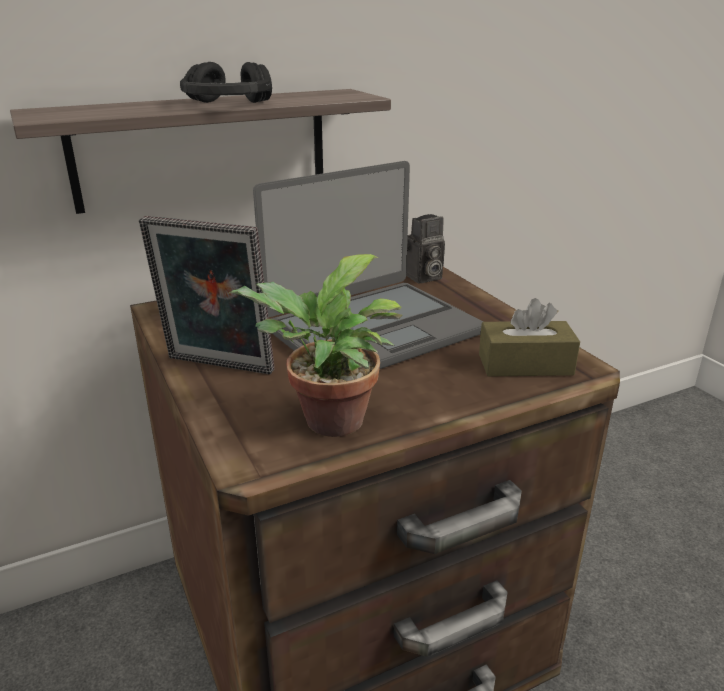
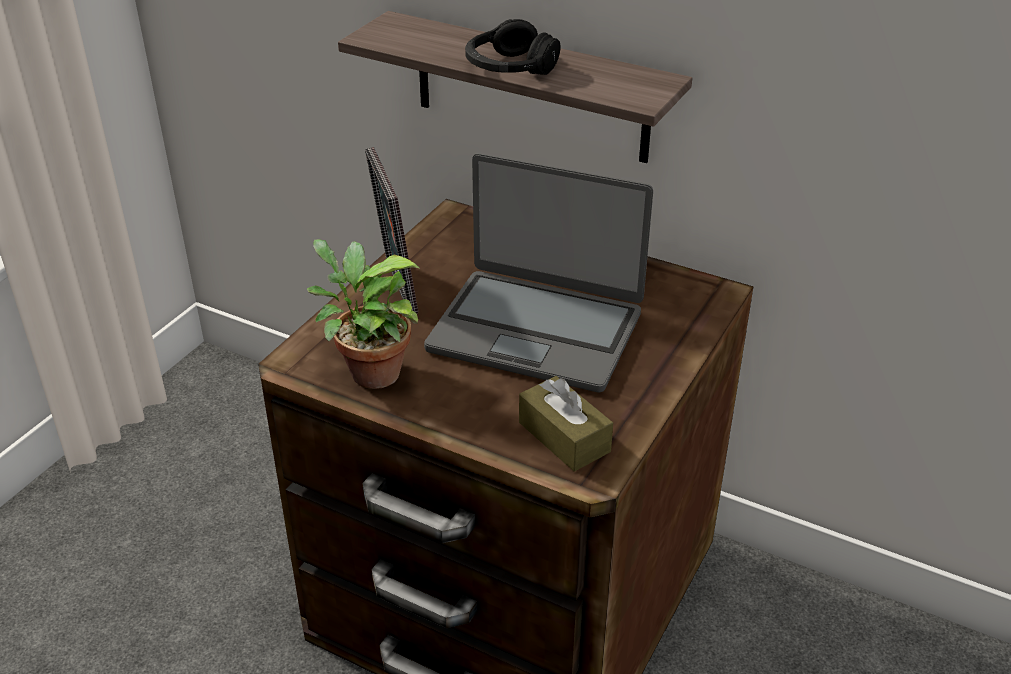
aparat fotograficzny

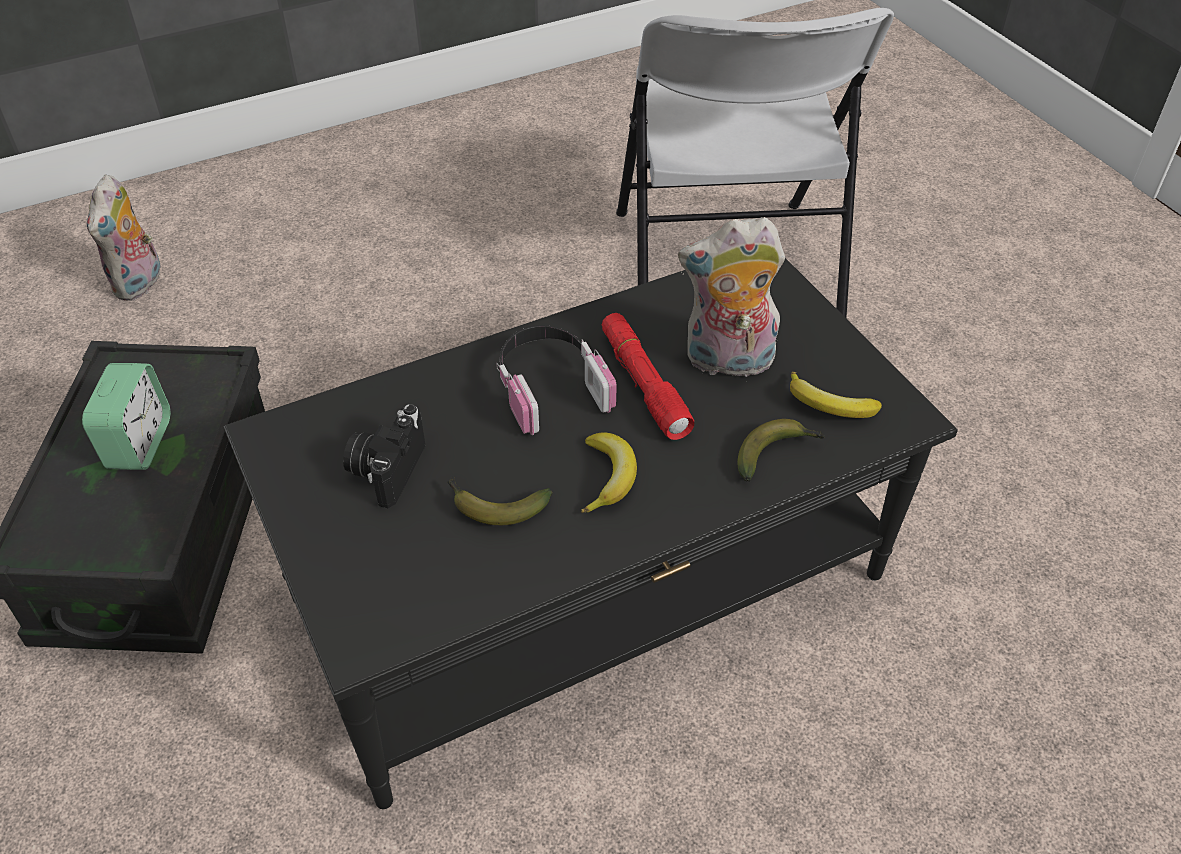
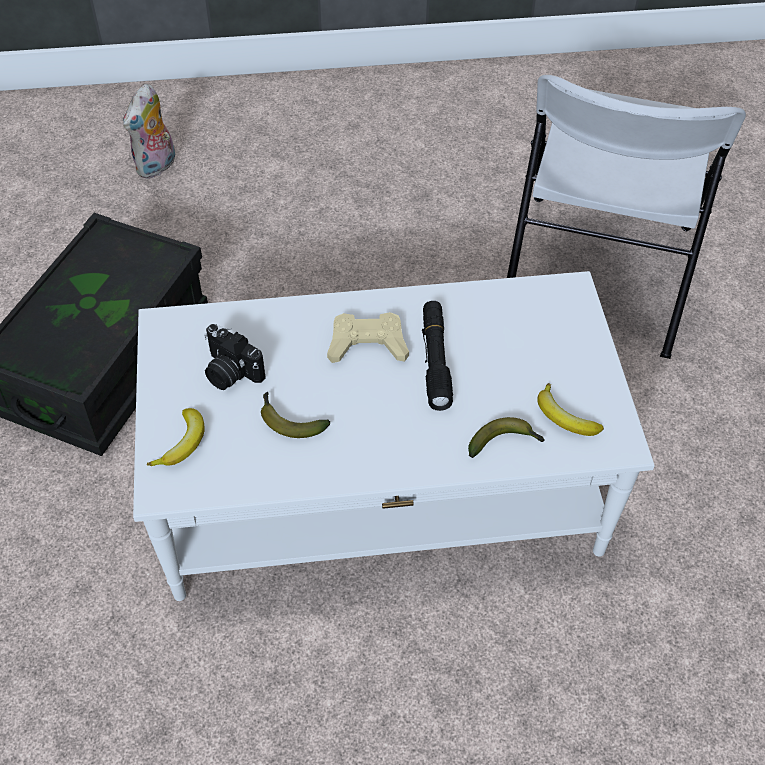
budzik
ława/biały
aparat fotograficzny
pad do gier/beżowy
banan (no. 1 from left)
latarka/czarny
pluszak (no. 2 from left in the first image)

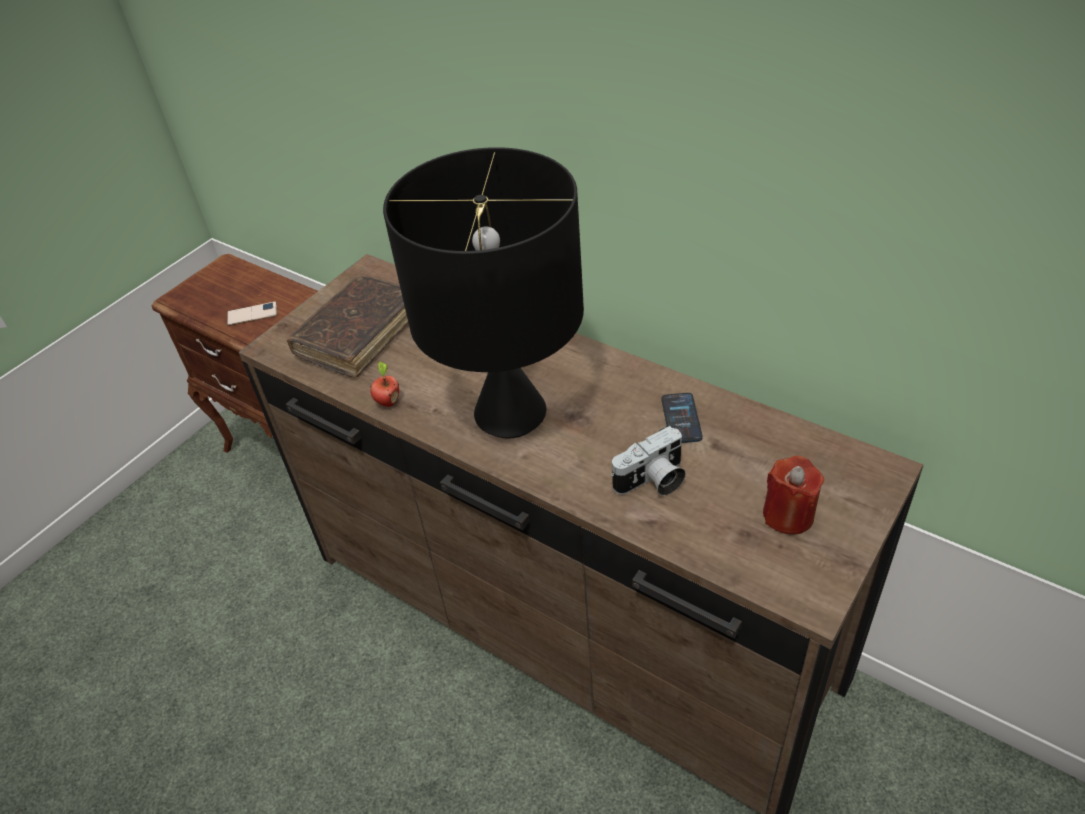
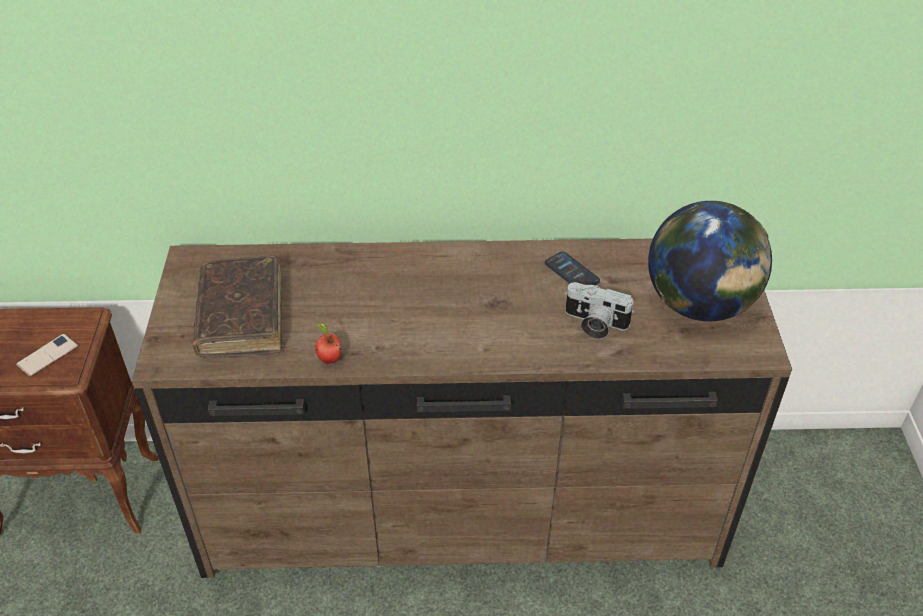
lampa stołowa/czarny
aparat fotograficzny
globus

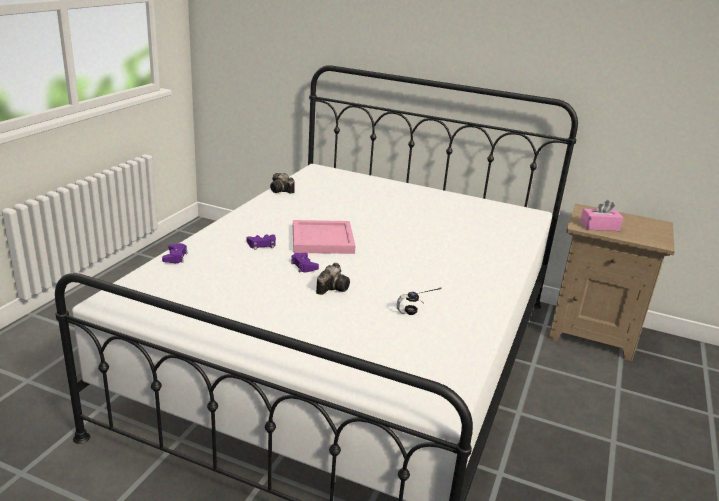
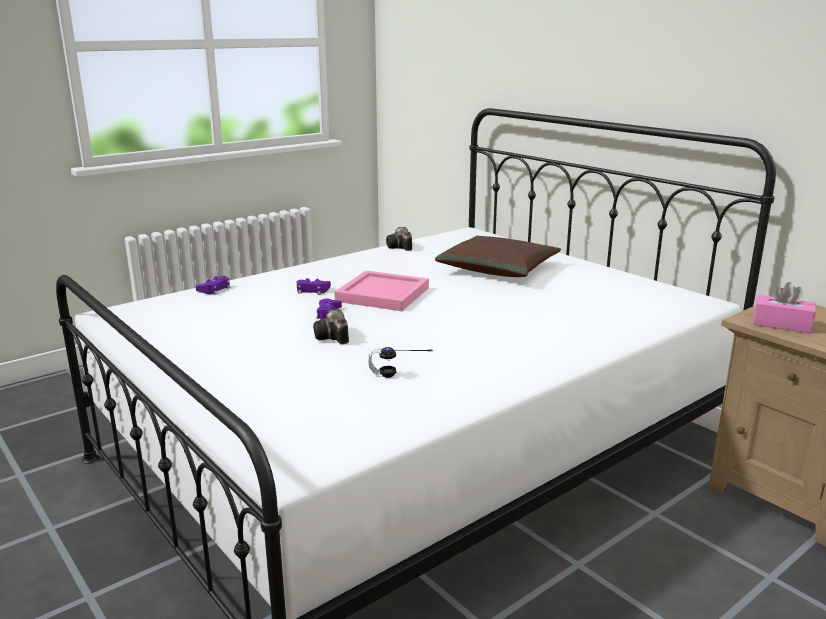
aparat fotograficzny (no. 1 from left)
poduszka/brązowy

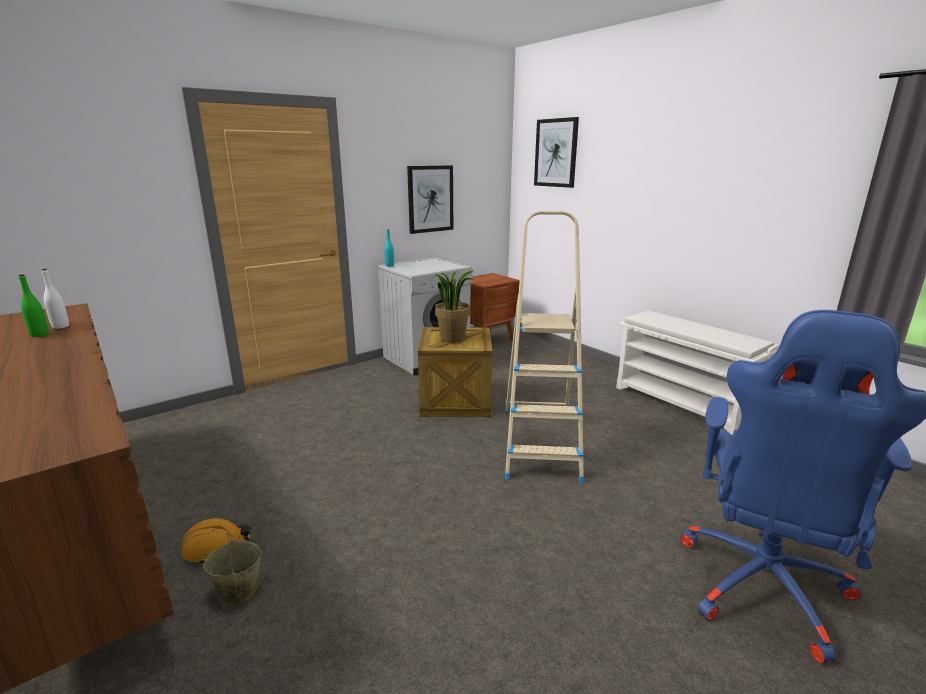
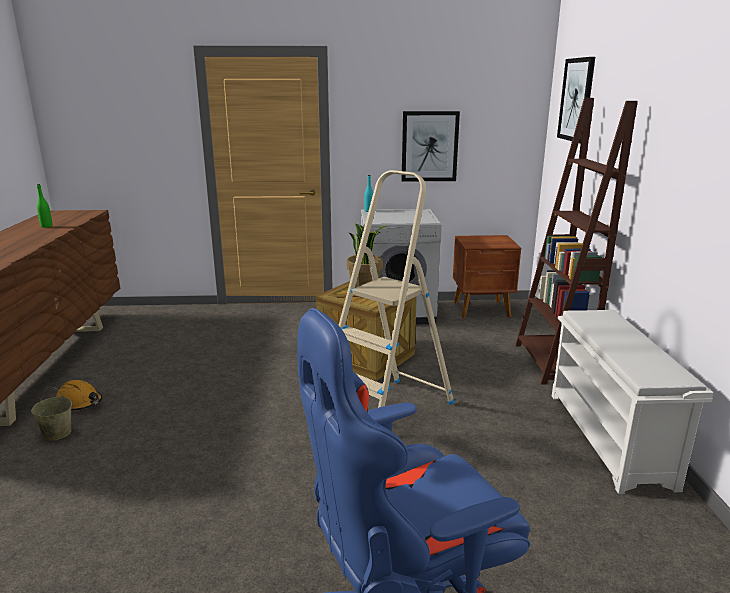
butelka/biały
regał/brązowy

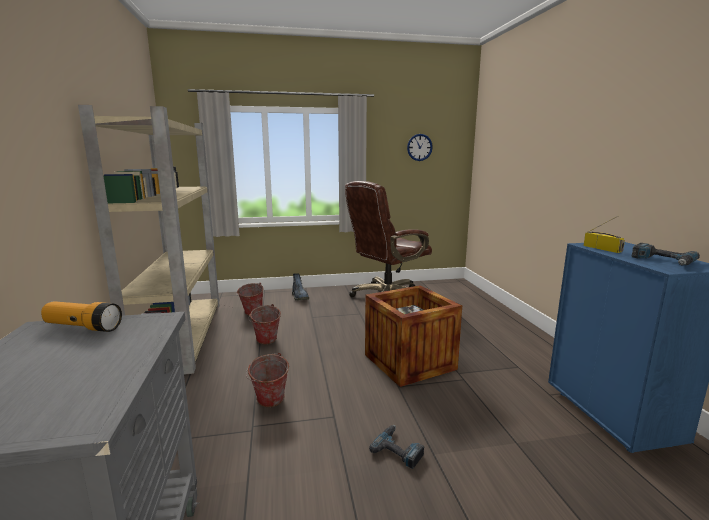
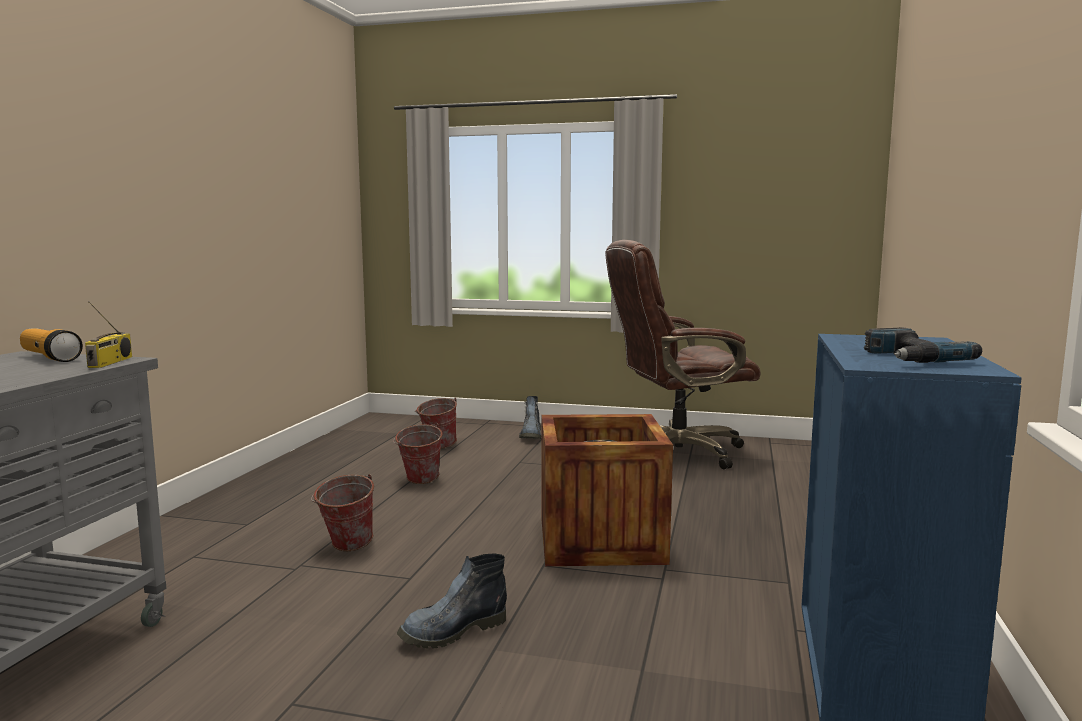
regał/beżowy
but z cholewką (no. 1 from left)
zegar ścienny
radio

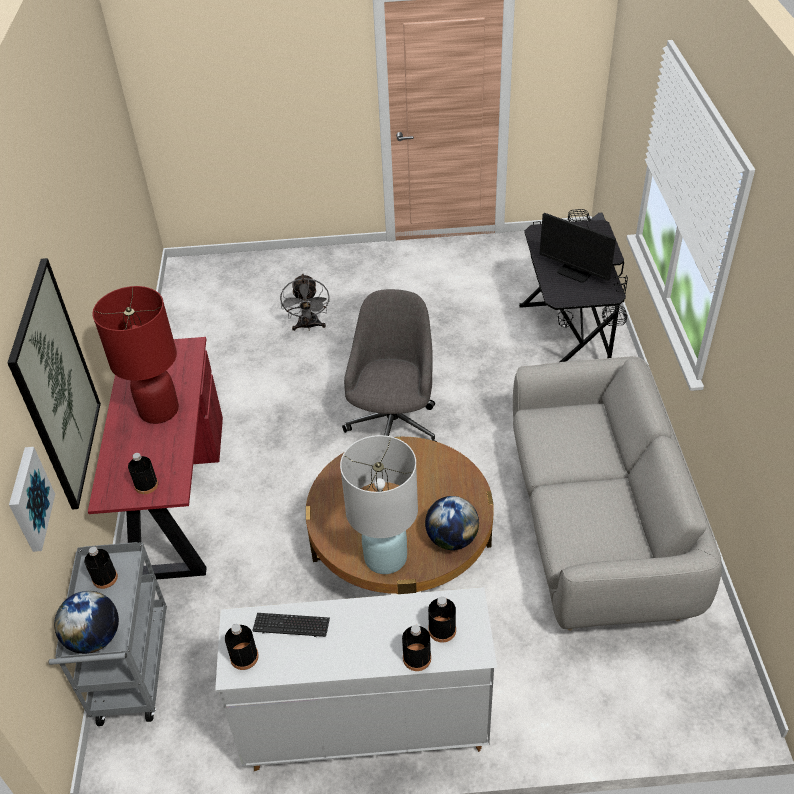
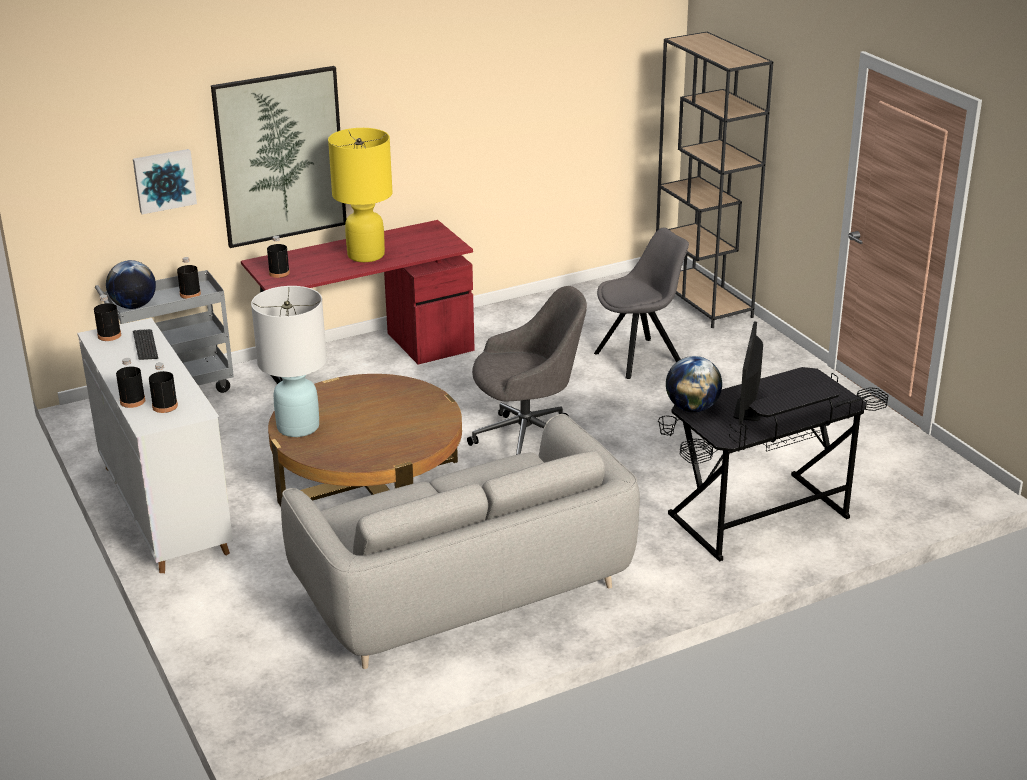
lampa stołowa/żółty
krzesło/szary
globus (no. 2 from left)
regał

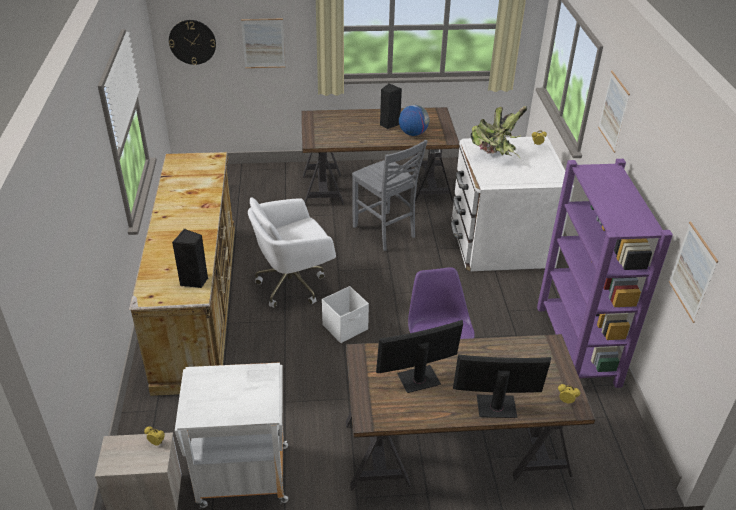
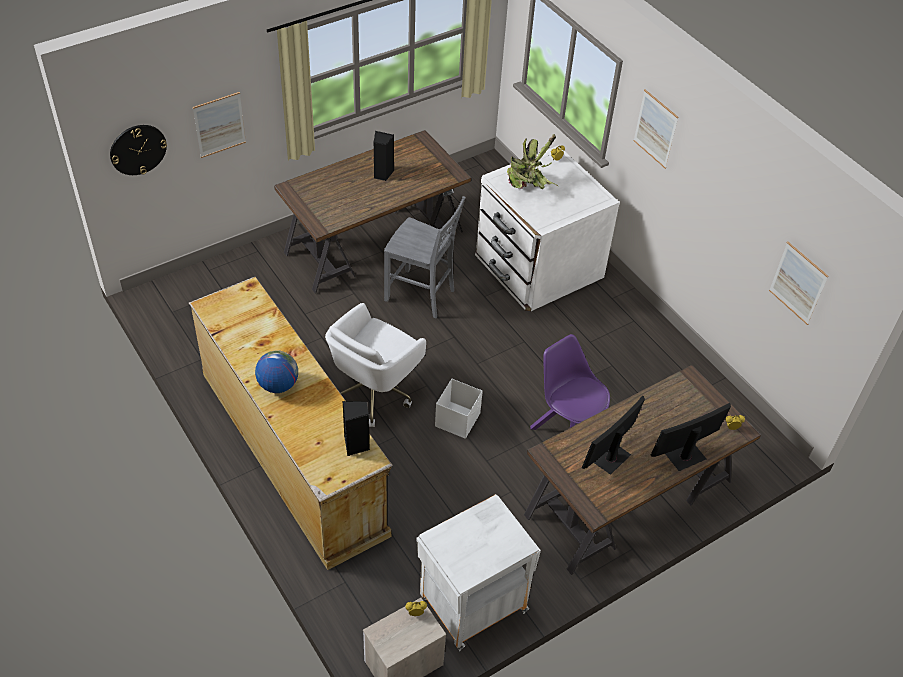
globus
regał/fioletowy

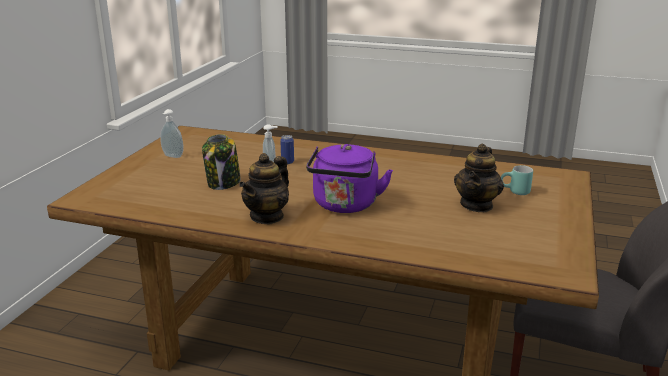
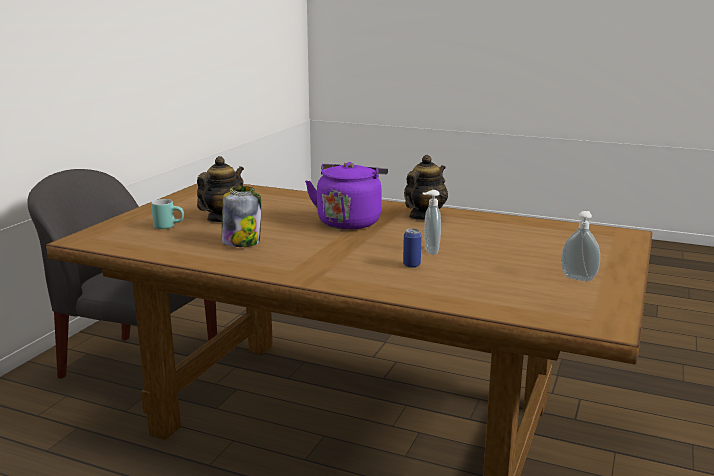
słoik

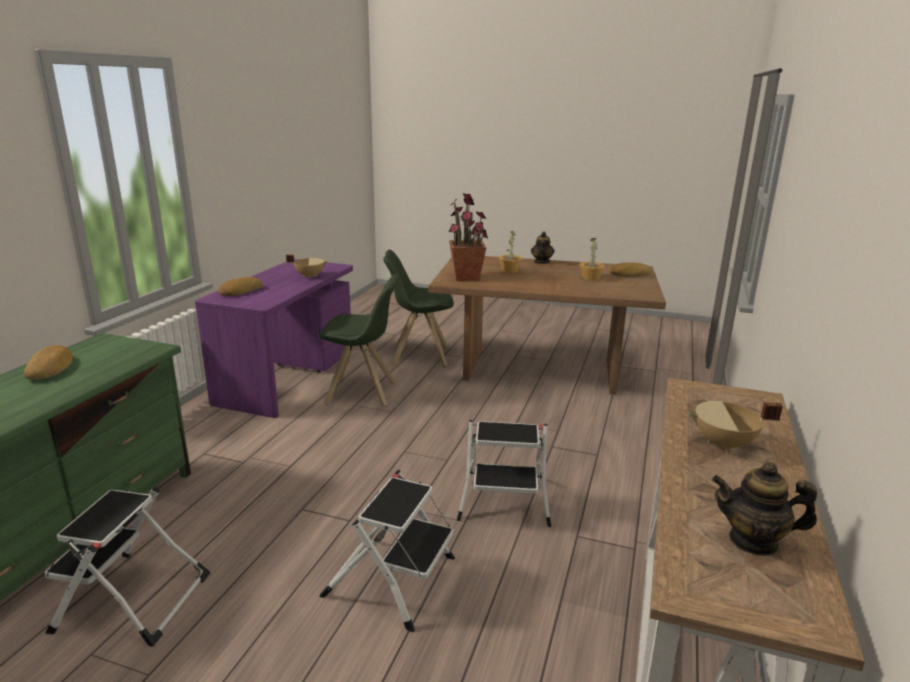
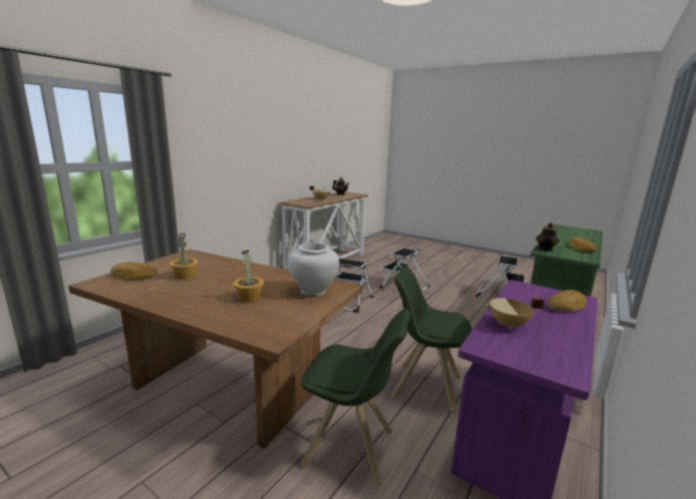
wazon/biały
imbryk (no. 2 from left)

